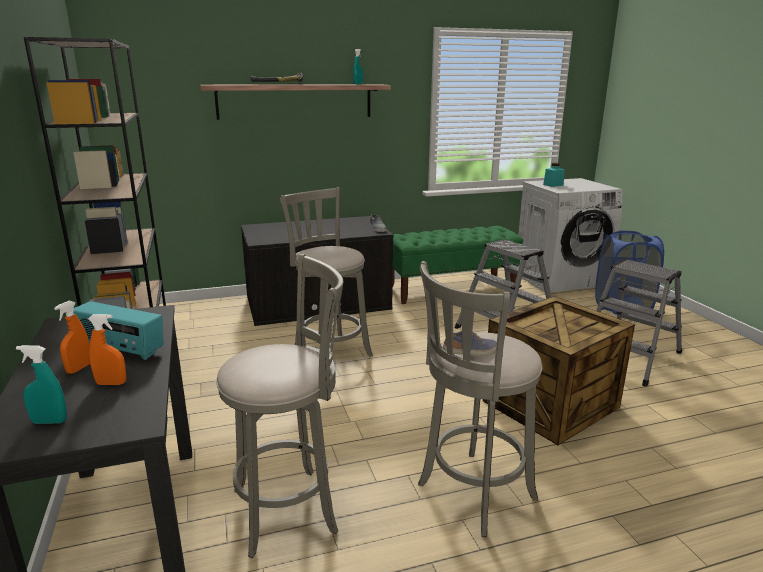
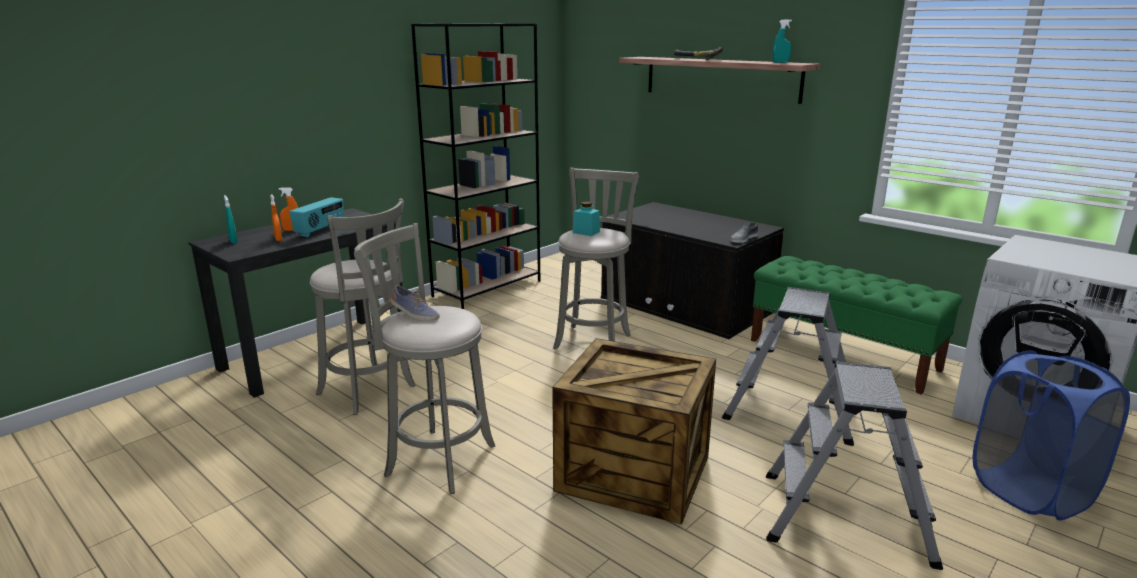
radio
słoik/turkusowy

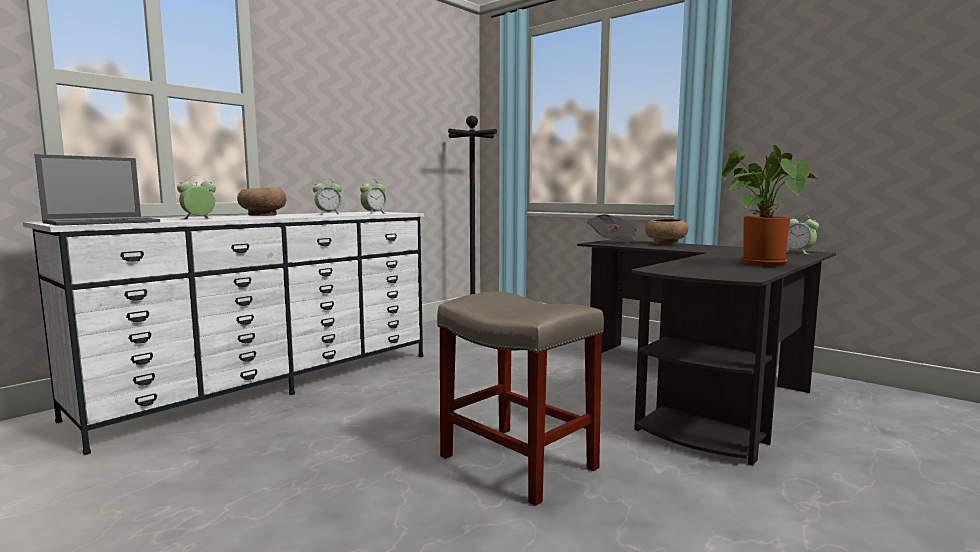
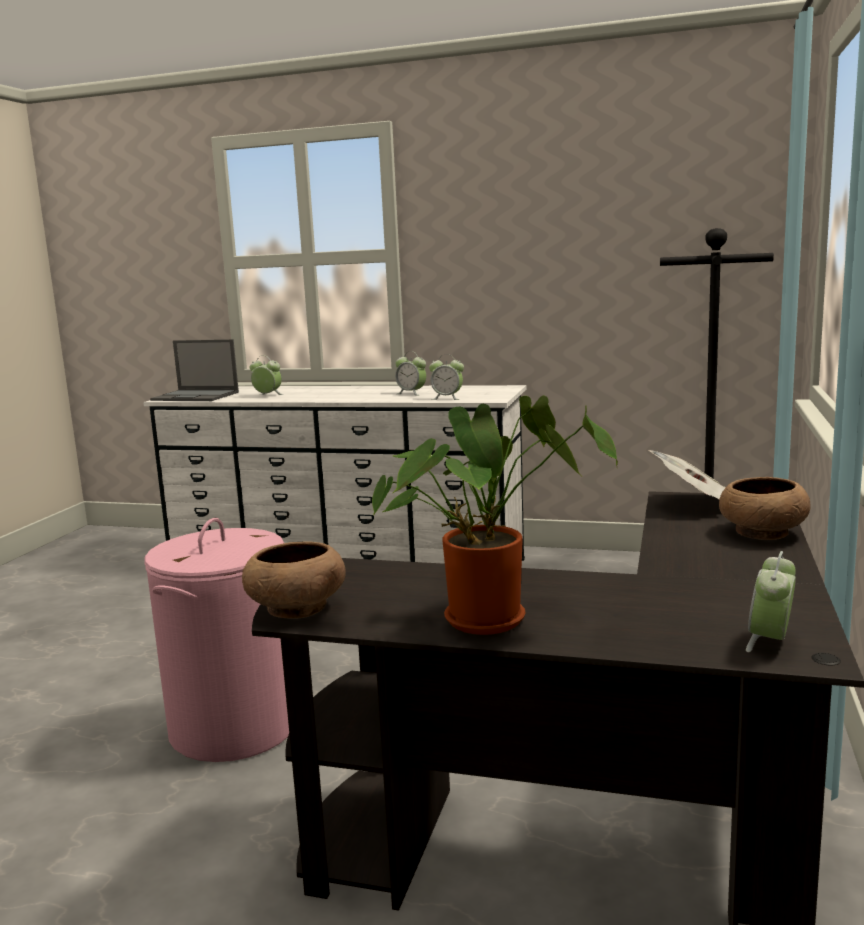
miska/brązowy (no. 1 from left)
kosz na pranie/różowy

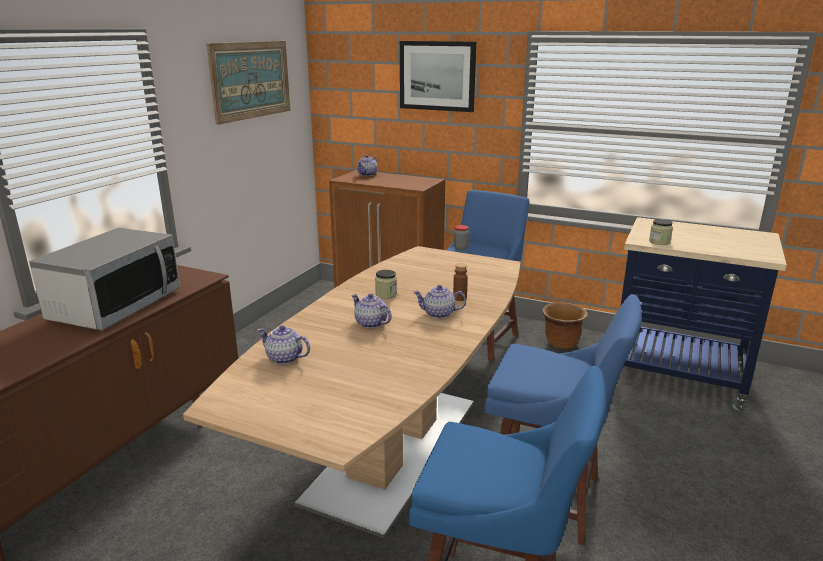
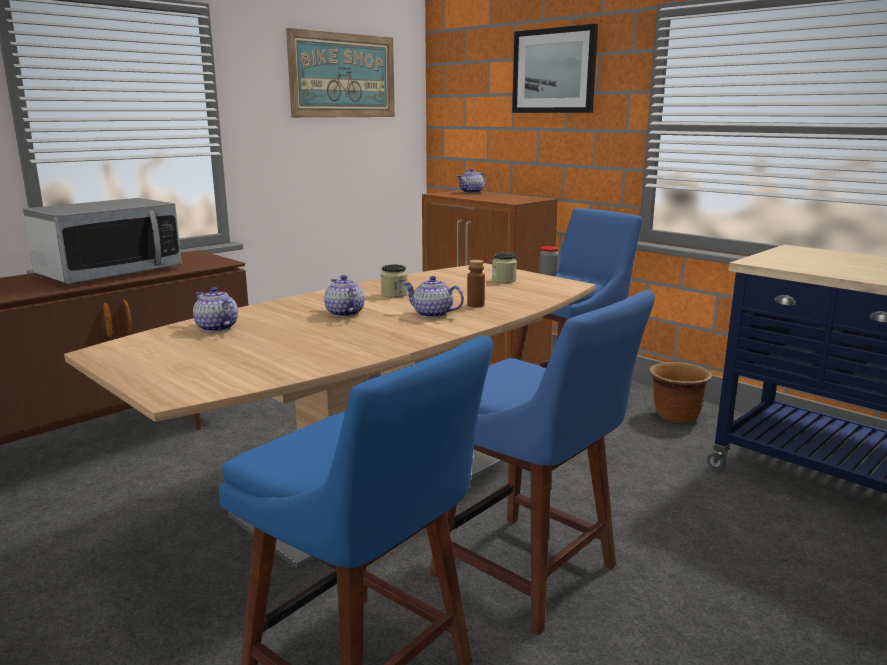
słoik (no. 2 from left)

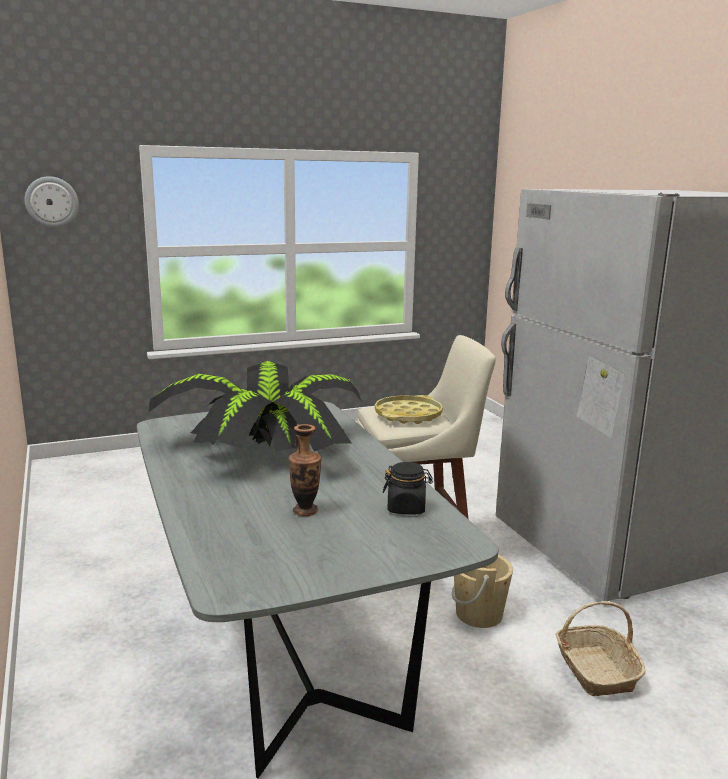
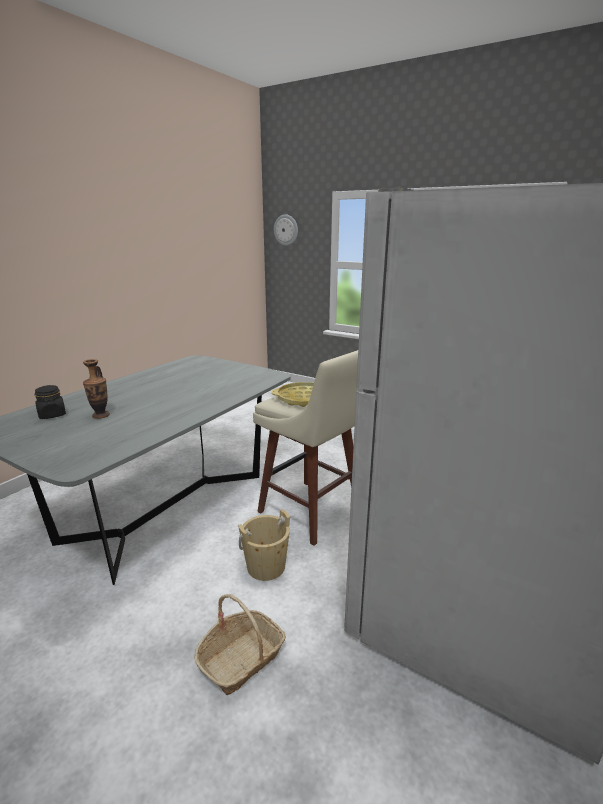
roślina doniczkowa
słoik/czarny

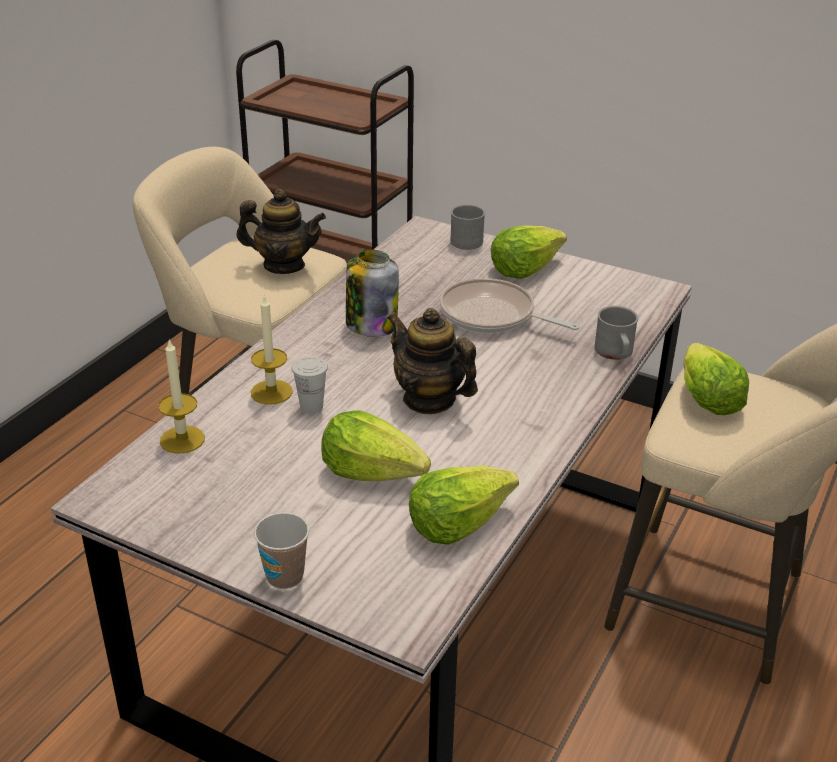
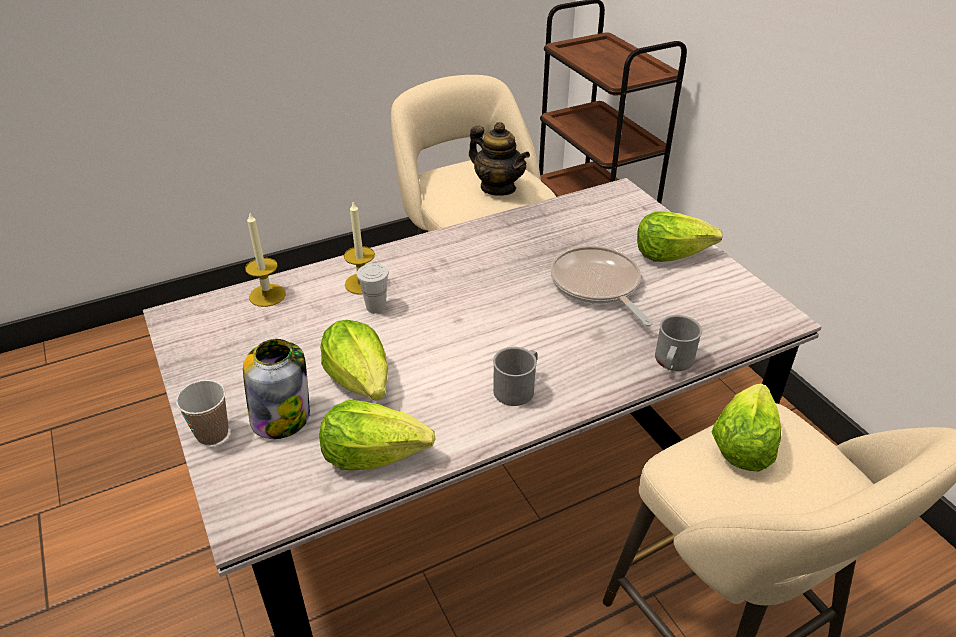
słoik
imbryk (no. 2 from left in the first image)
kubek/szary (no. 1 from left)

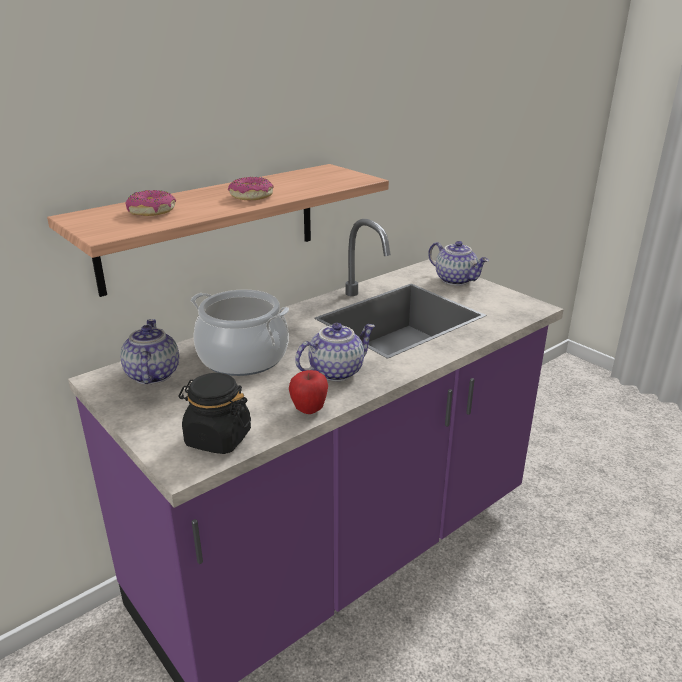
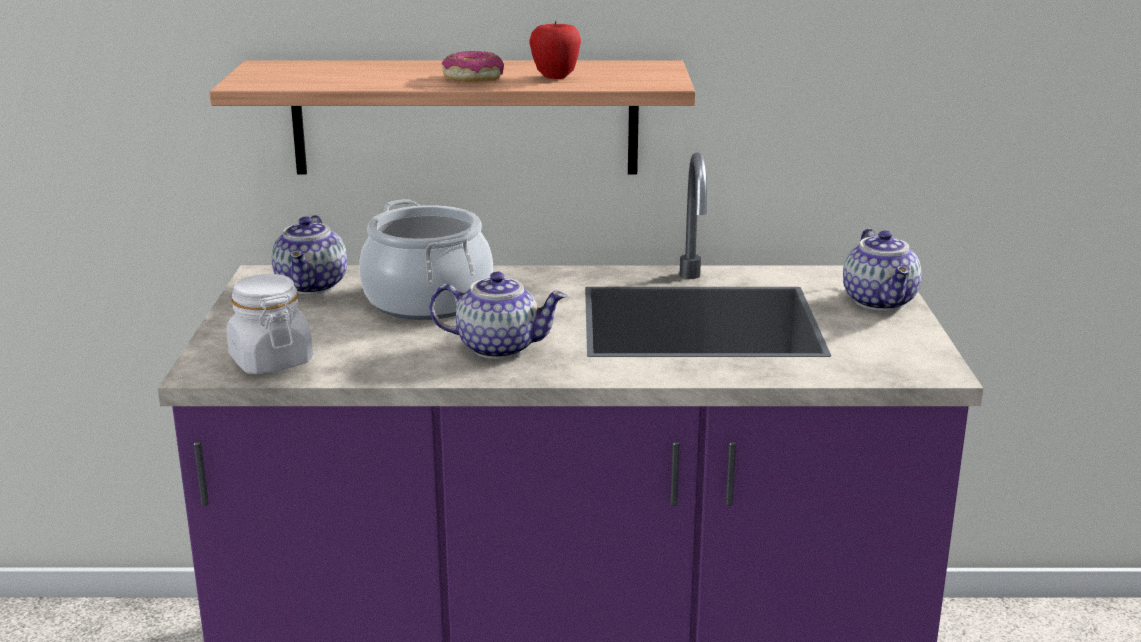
imbryk (no. 1 from left)
donut (no. 1 from left in the first image)
słoik/biały
jabłko

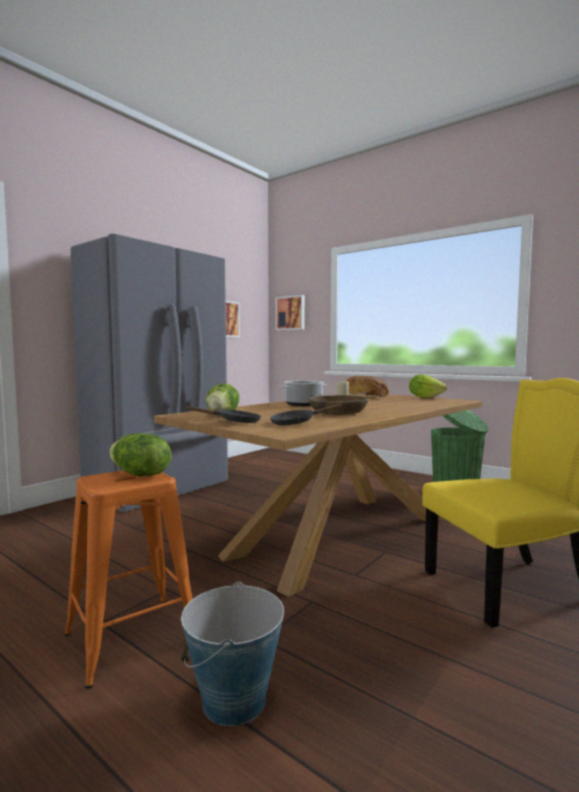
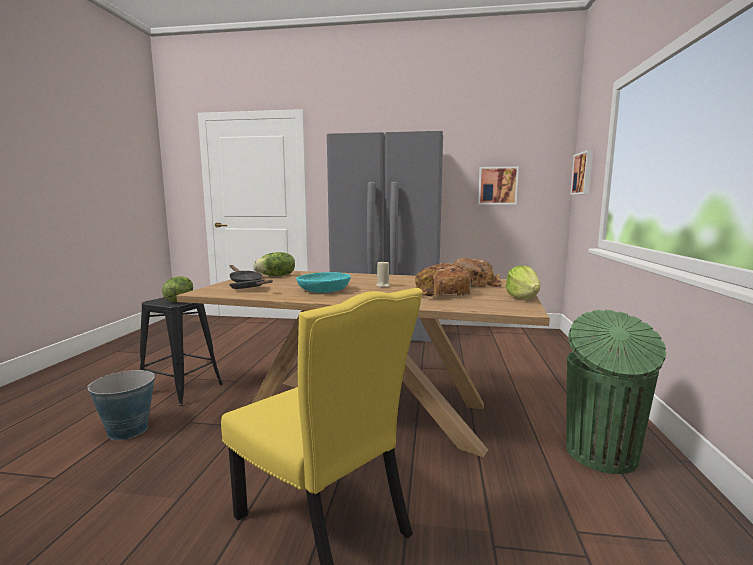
stołek/czarny
garnek
miska/turkusowy
chleb (no. 1 from left)

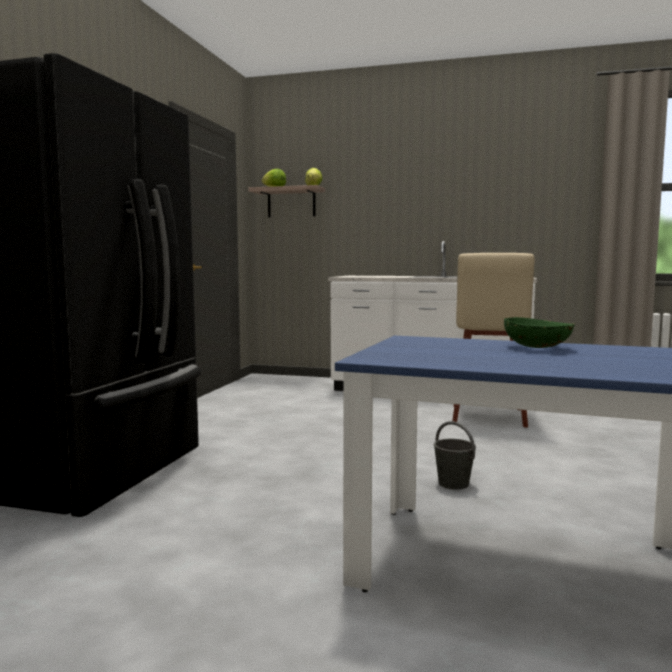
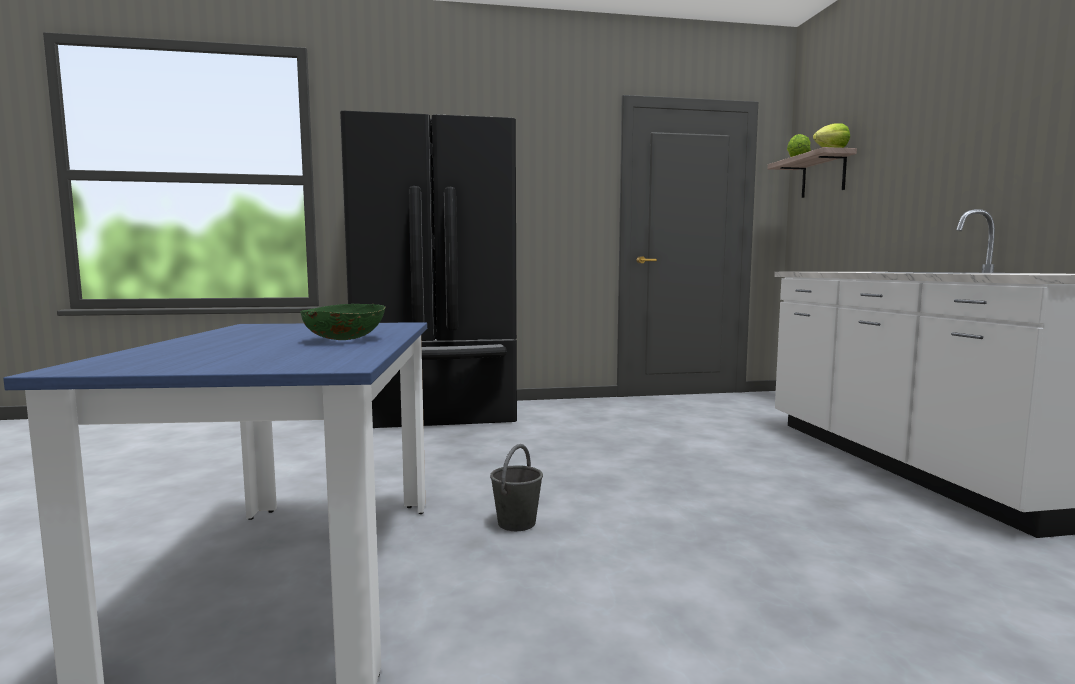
stołek/beżowy

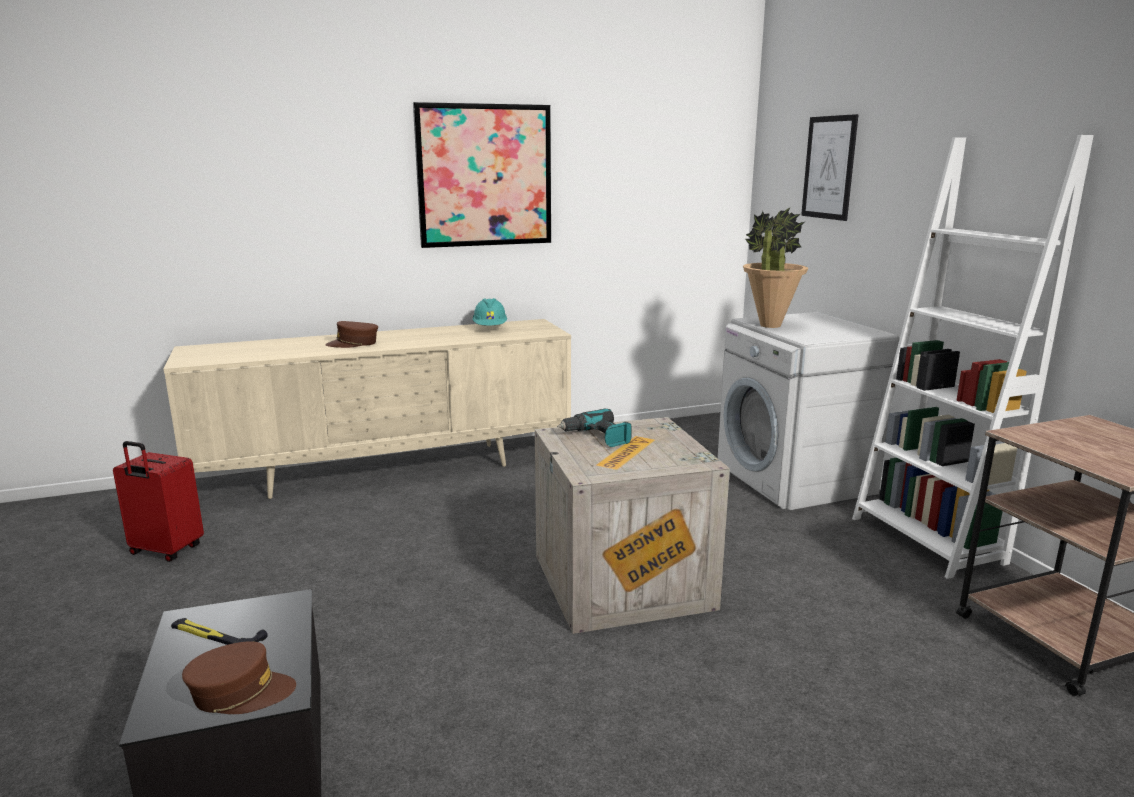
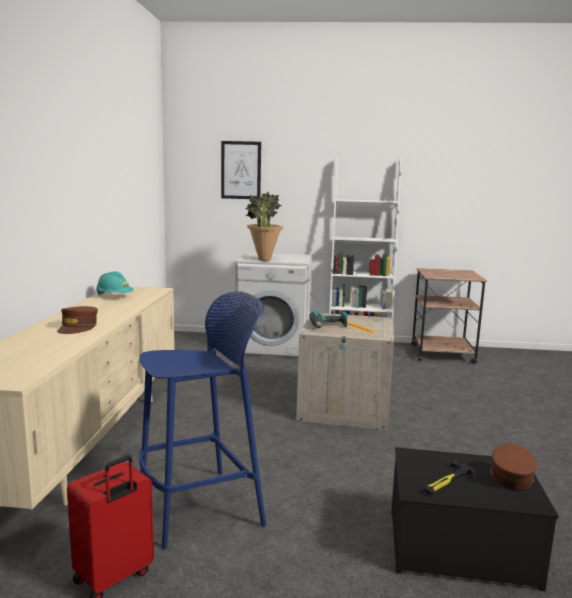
obraz (no. 1 from left in the first image)
stołek/niebieski

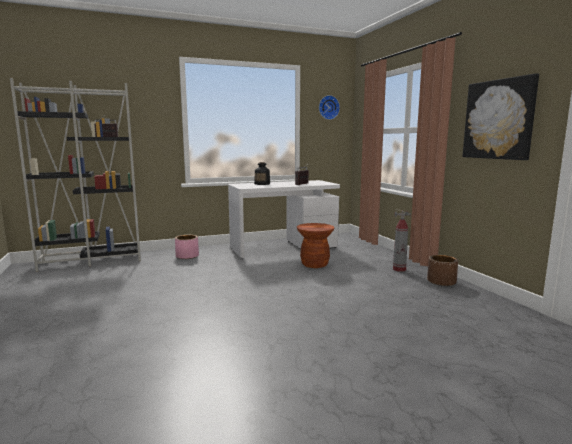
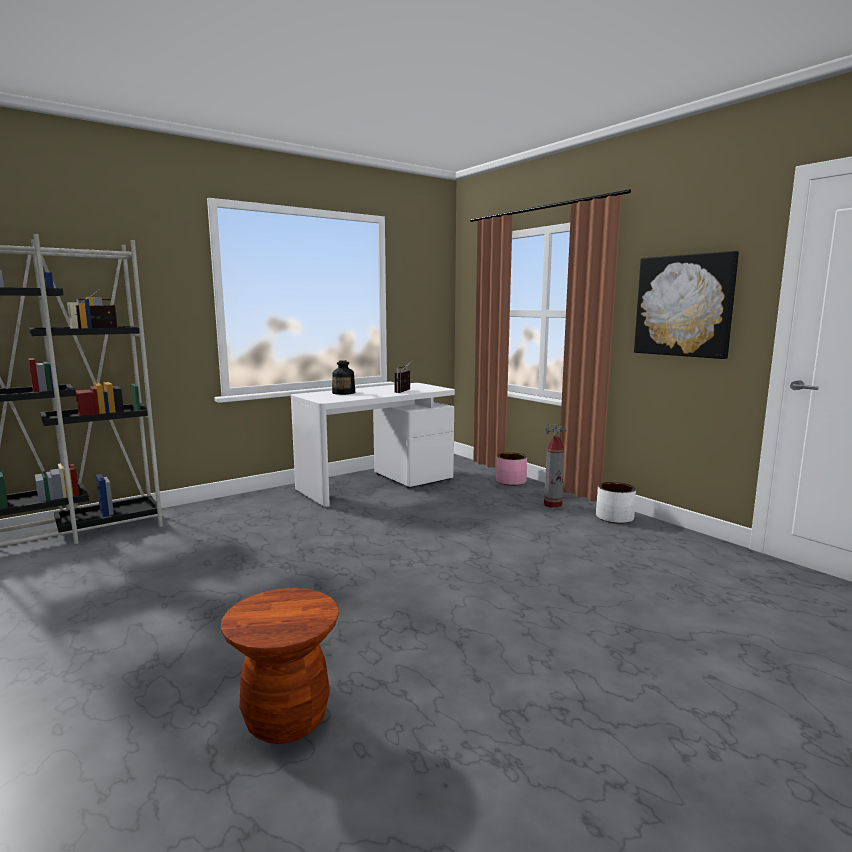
donica/różowy
stołek/brązowy
zegar ścienny
donica/biały

